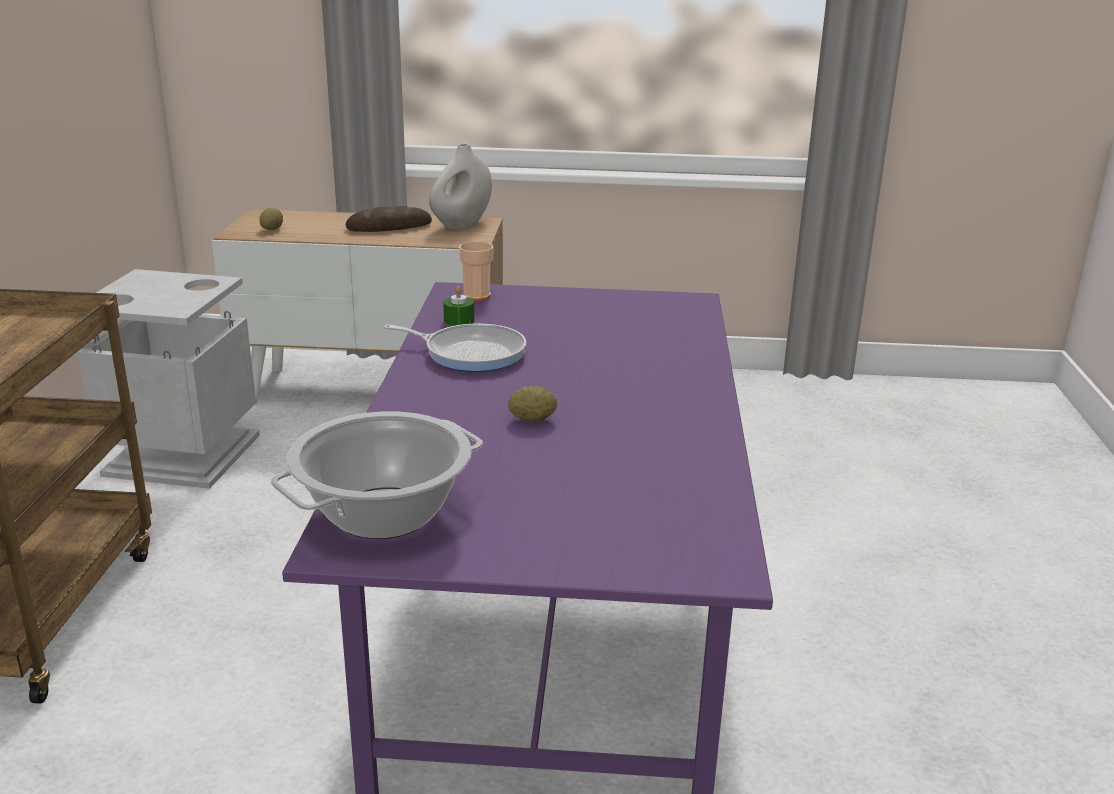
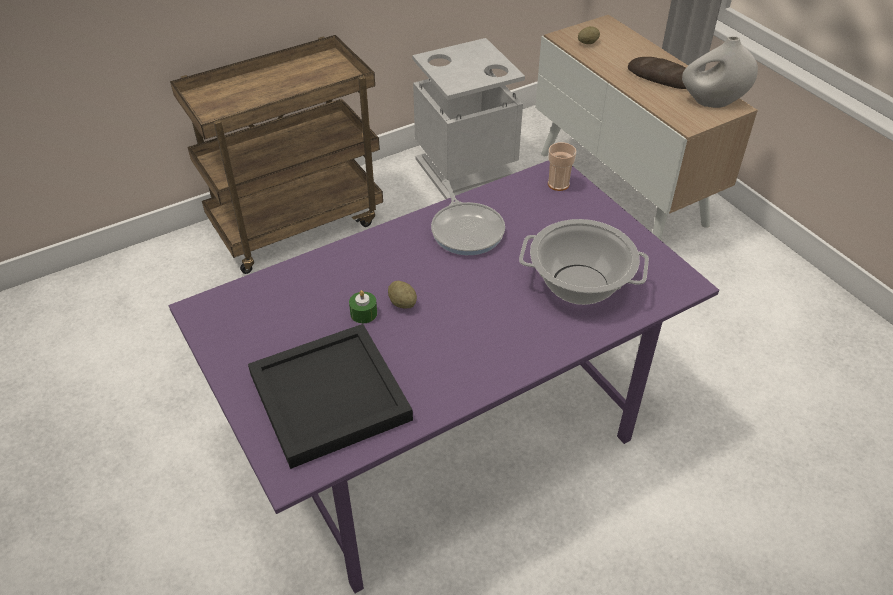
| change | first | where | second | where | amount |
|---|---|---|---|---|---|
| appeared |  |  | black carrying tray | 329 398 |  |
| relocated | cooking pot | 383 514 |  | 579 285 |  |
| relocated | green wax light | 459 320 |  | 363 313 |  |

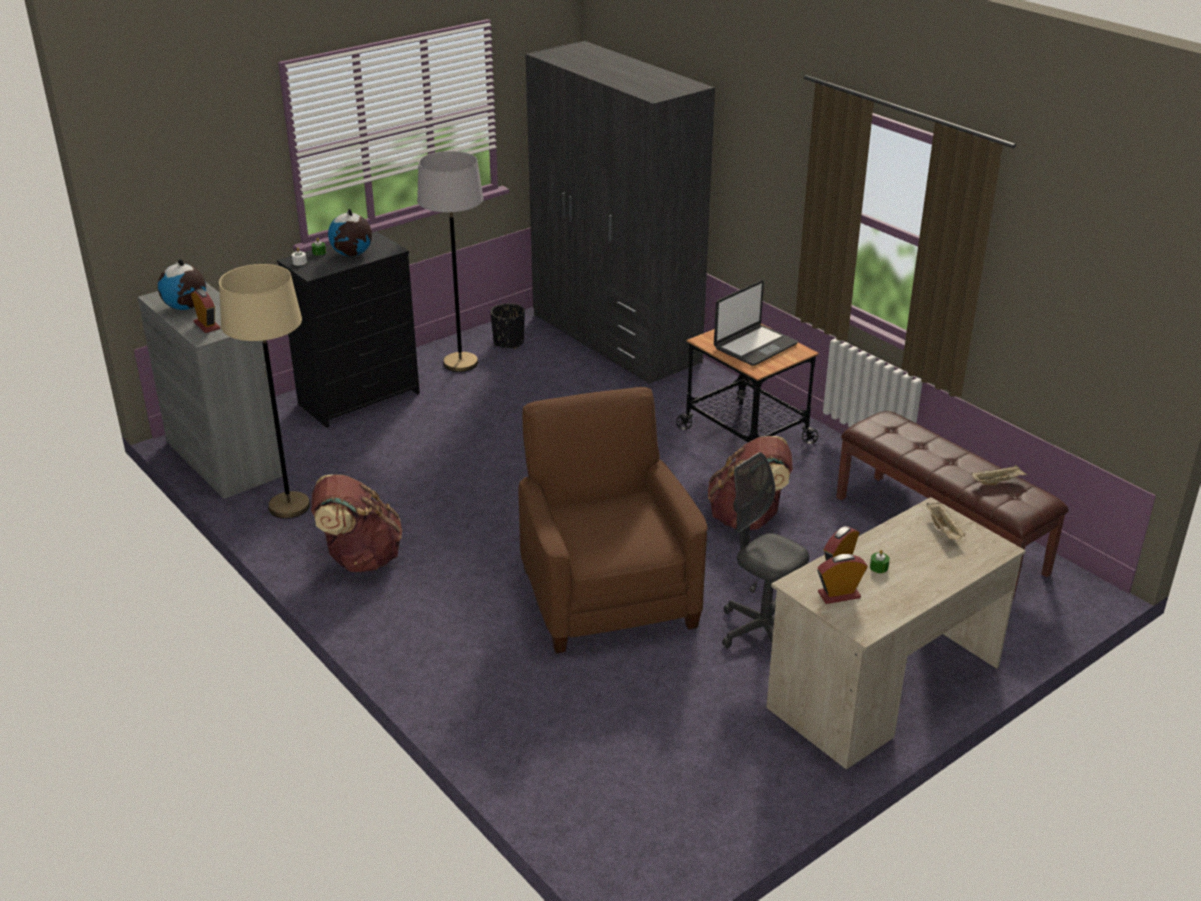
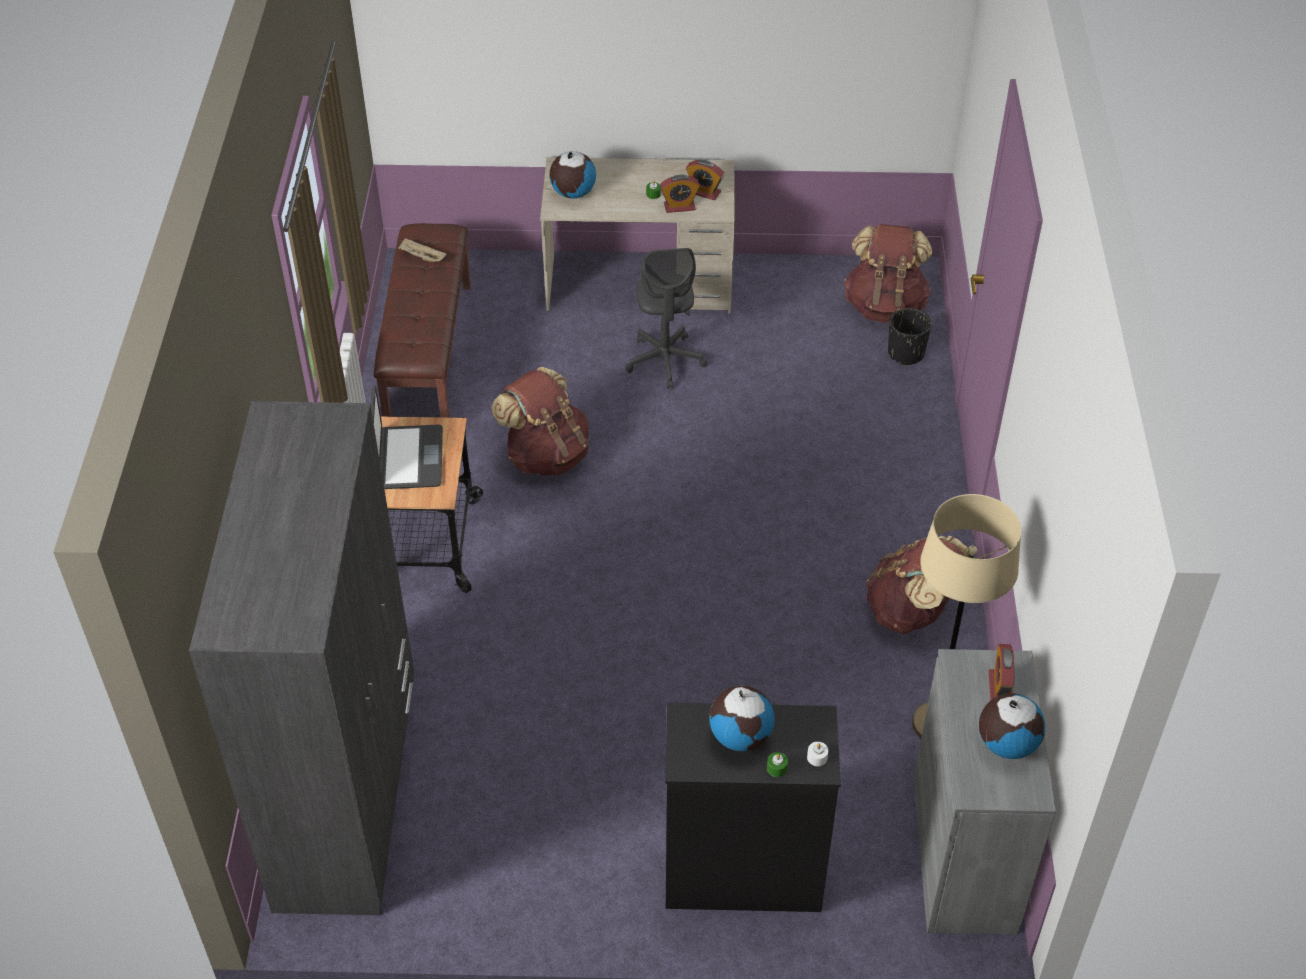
| change | first | where | second | where | amount |
|---|---|---|---|---|---|
| missing | grey standing lamp | 460 363 |  |  |  |
| missing | brown-coloured easy chair | 607 595 |  |  |  |
| appeared |  |  | brown-coloured rucksack | 885 306 |  |
| relocated | black plant pot | 508 342 |  | 906 353 |  |
| exchanged | beige-coloured carrying tray | 944 530 | globe | 572 193 |  |
| spun | laptop | 754 346 |  | 408 458 | 90 degrees clockwise |

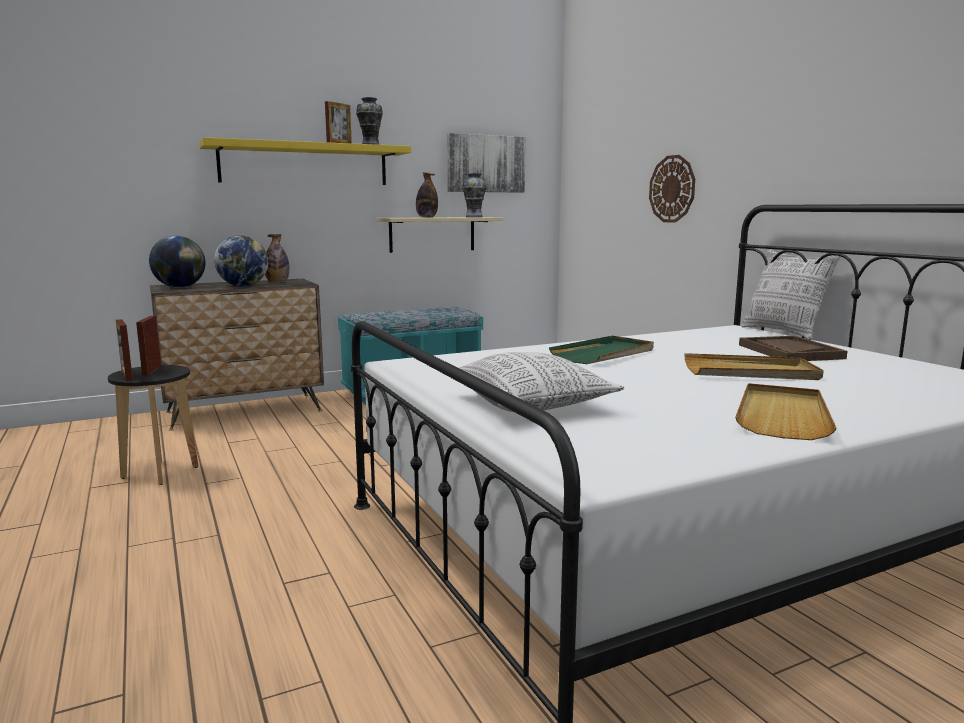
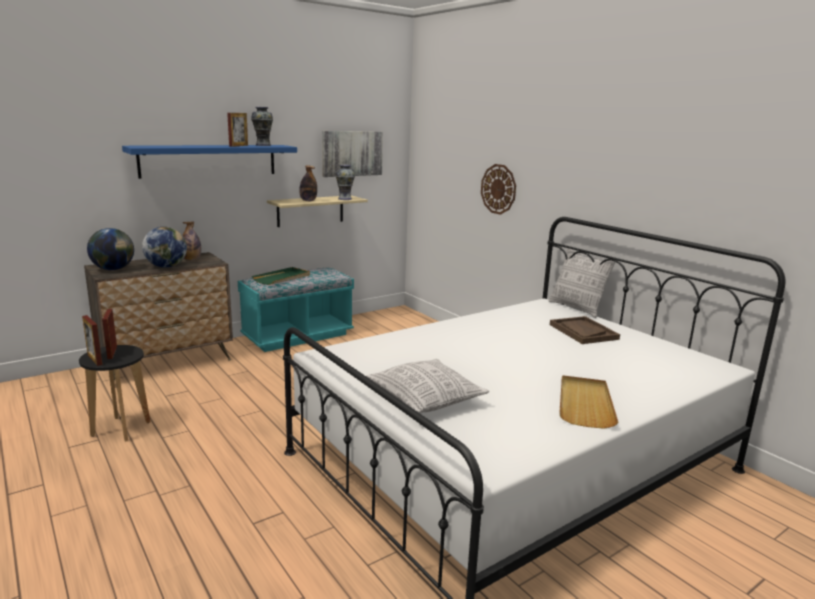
| change | first | where | second | where | amount |
|---|---|---|---|---|---|
| missing | beige-coloured carrying tray | 750 372 |  |  |  |
| relocated | green carrying tray | 604 354 |  | 282 278 |  |
| colour | yellow-coloured wall shelf | 305 164 | bluish wall shelf | 209 160 |  |

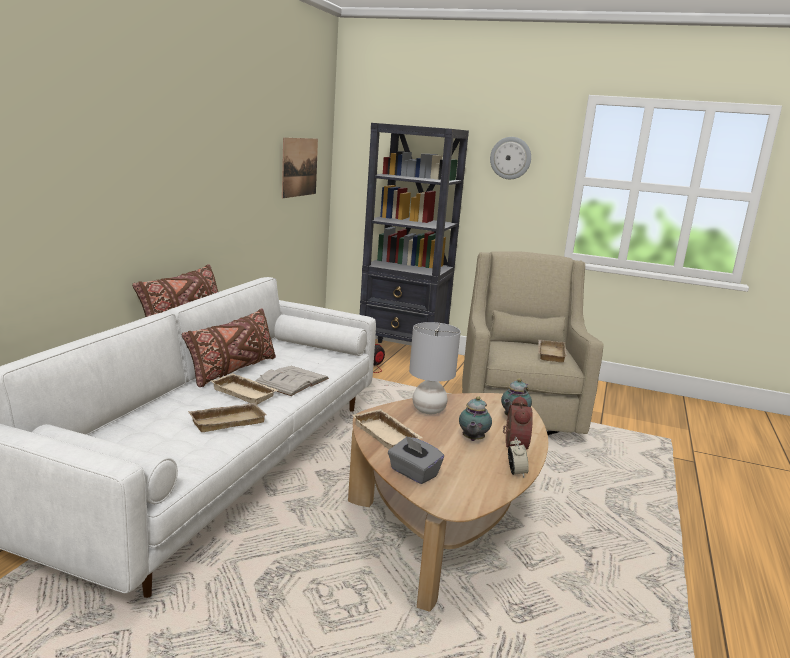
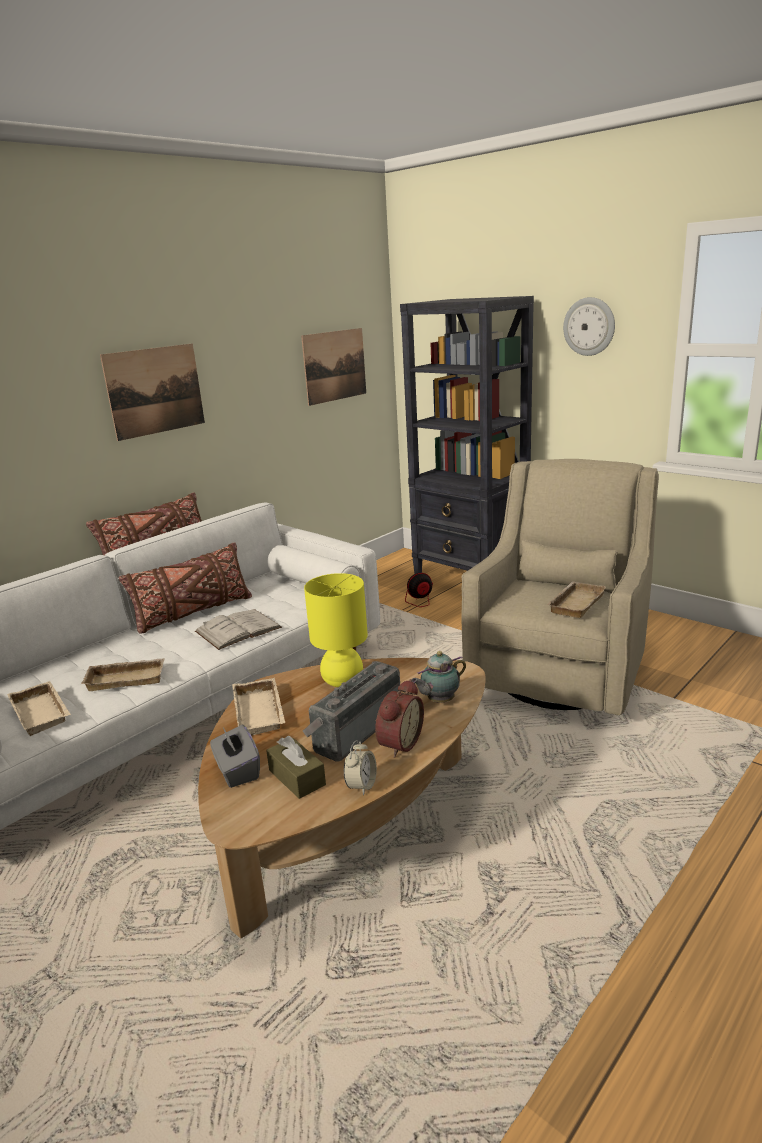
| change | first | where | second | where | amount |
|---|---|---|---|---|---|
| appeared |  |  | wall art | 155 391 |  |
| appeared |  |  | brown-coloured tissue holder | 297 777 |  |
| relocated | beige-coloured carrying tray | 246 393 |  | 43 713 |  |
| exchanged | pot for tea | 472 440 | radio | 354 729 |  |
| colour | grey lamp for a table | 428 410 | yellow-coloured lamp for a table | 342 680 |  |

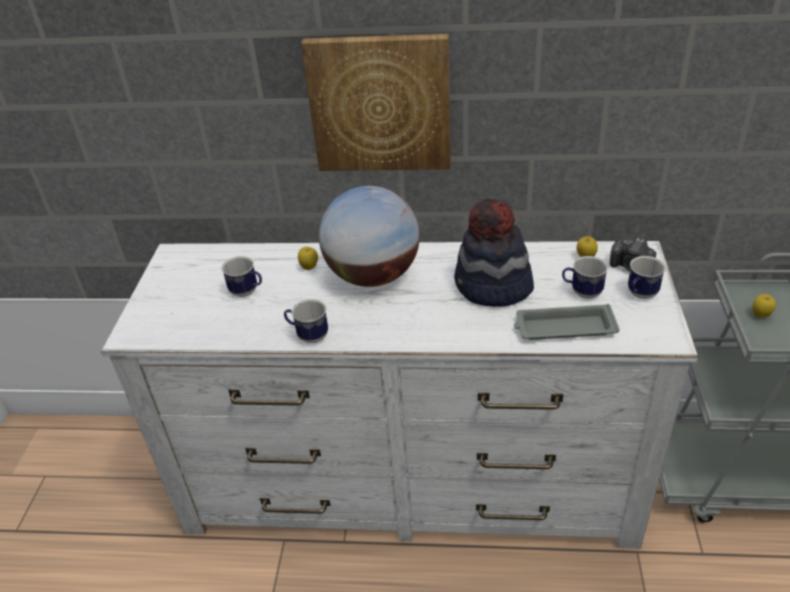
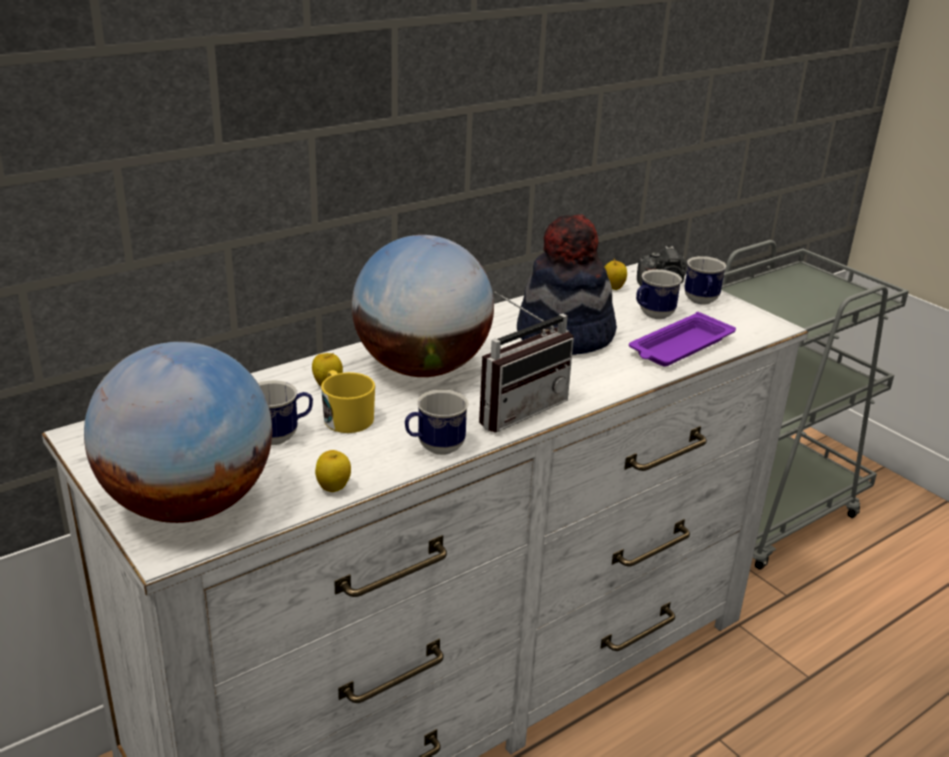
| change | first | where | second | where | amount |
|---|---|---|---|---|---|
| missing | wall art | 380 103 |  |  |  |
| appeared |  |  | globe | 188 505 |  |
| appeared |  |  | yellow-coloured tea mug | 345 417 |  |
| appeared |  |  | radio | 516 408 |  |
| relocated | apple fruit | 760 315 |  | 333 488 |  |
| colour | grey carrying tray | 563 328 | purple-coloured carrying tray | 679 347 |  |

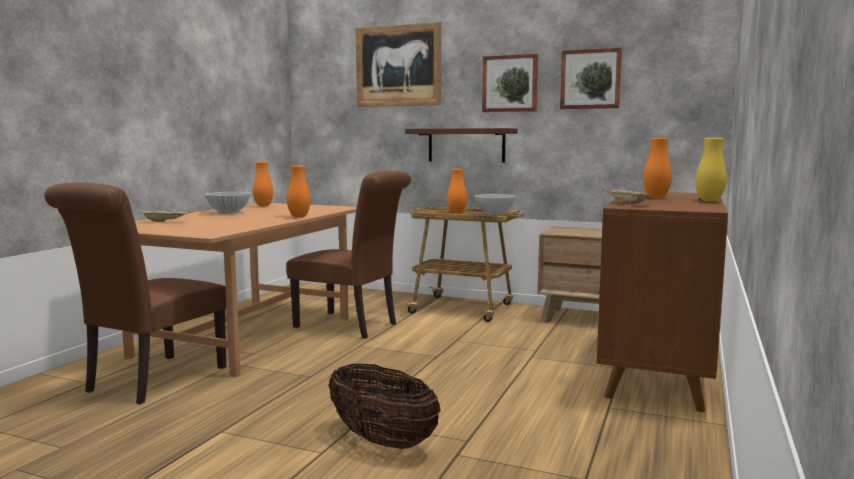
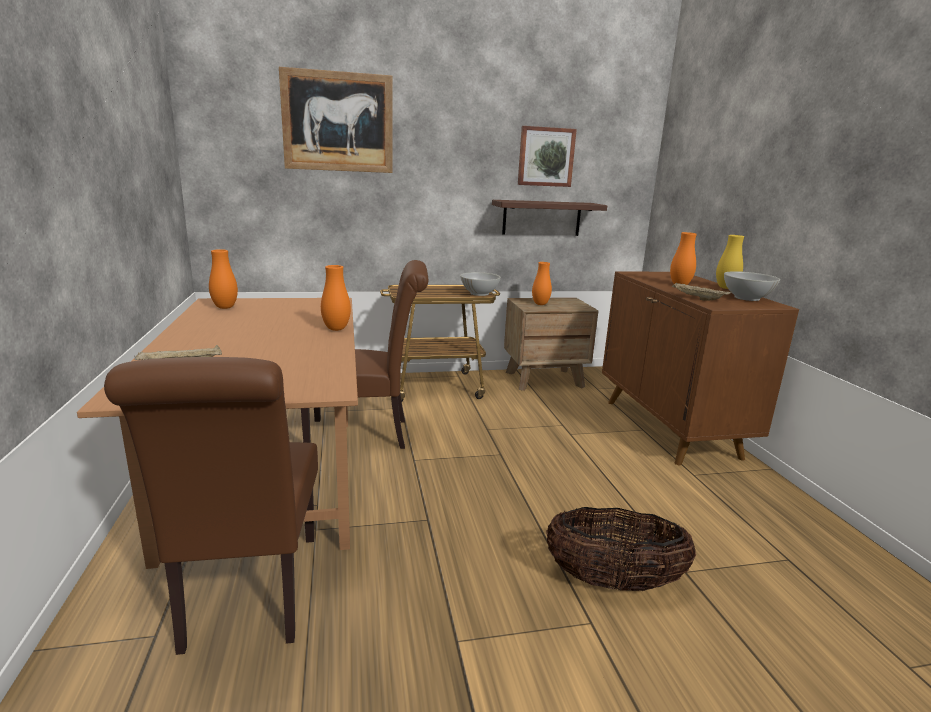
| change | first | where | second | where | amount |
|---|---|---|---|---|---|
| missing | wall art | 510 83 |  |  |  |
| relocated | white bowl | 228 212 |  | 746 298 |  |
| relocated | wall shelf | 466 145 |  | 541 218 |  |
| relocated | orange vase | 457 213 |  | 540 304 |  |

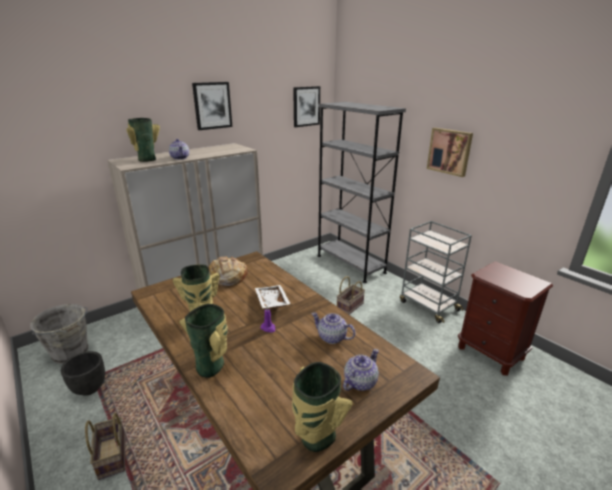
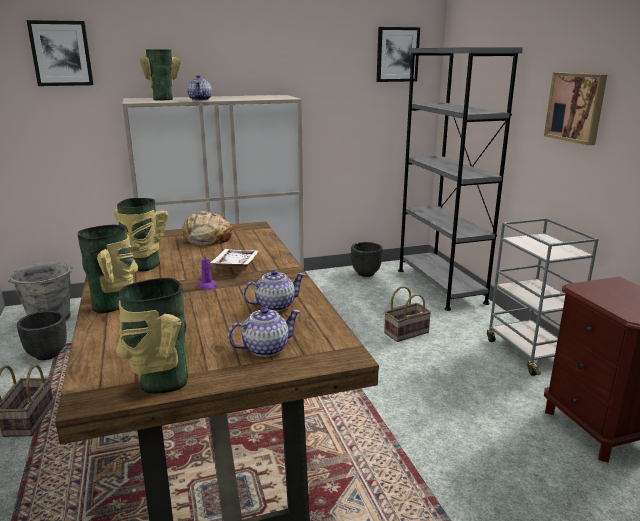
| change | first | where | second | where | amount |
|---|---|---|---|---|---|
| appeared |  |  | black plant pot | 366 273 |  |
| relocated | wall art | 212 105 |  | 61 53 |  |
| spun | pot for tea | 332 337 |  | 274 306 | 105 degrees clockwise |

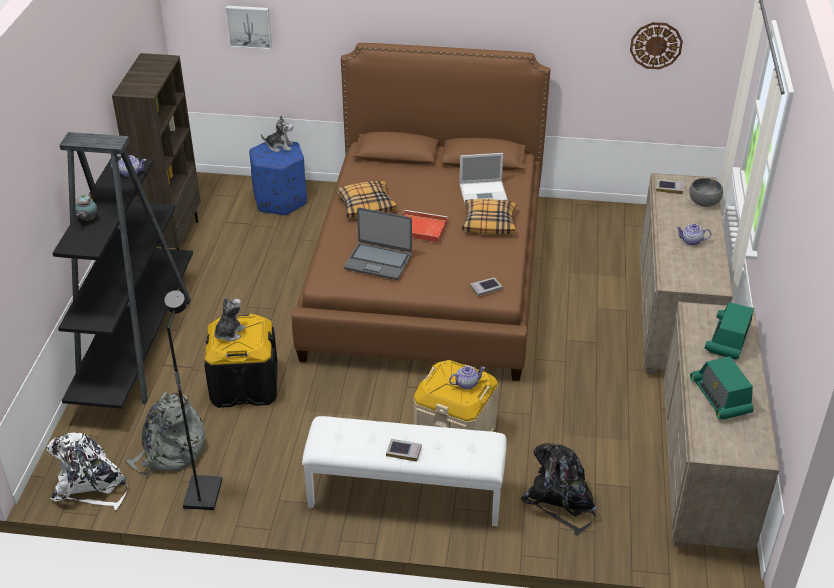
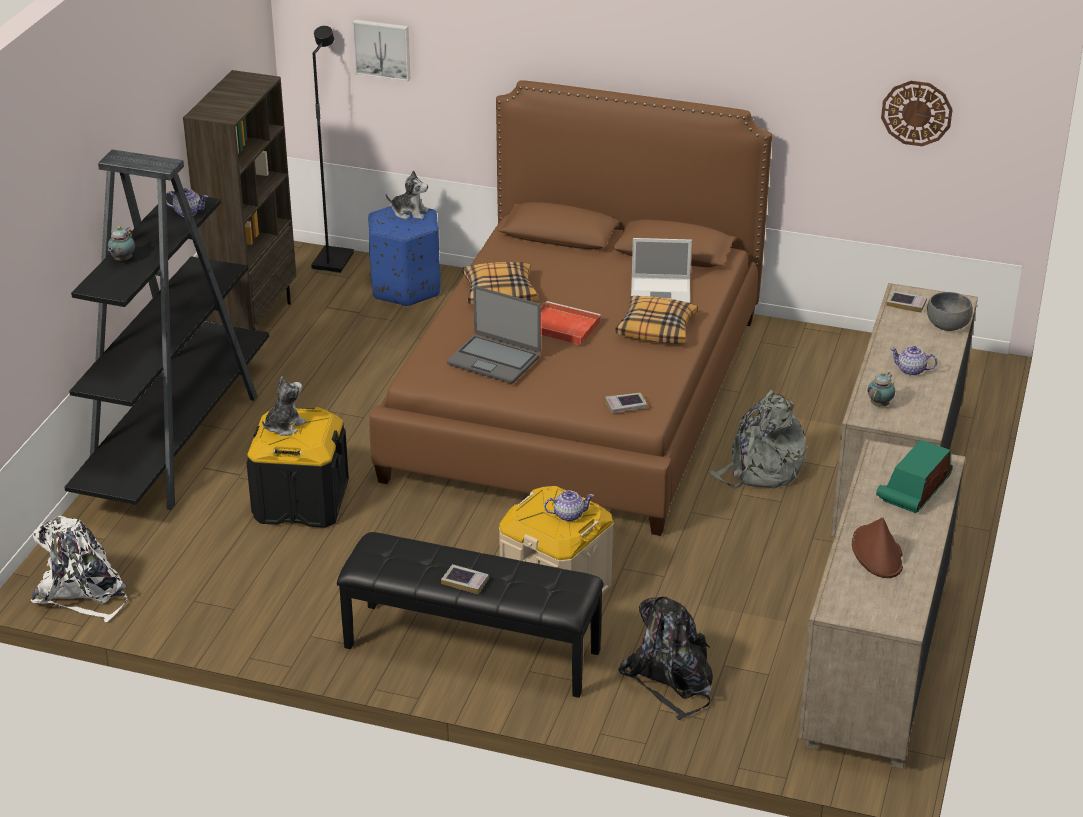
| change | first | where | second | where | amount |
|---|---|---|---|---|---|
| appeared |  |  | pot for tea | 880 404 |  |
| relocated | grey rucksack | 170 452 |  | 760 469 |  |
| relocated | black standing lamp | 202 494 |  | 332 261 |  |
| exchanged | radio | 720 397 | brown-coloured wearable hat | 877 553 |  |
| colour | white long seat | 405 495 | black long seat | 471 650 |  |

